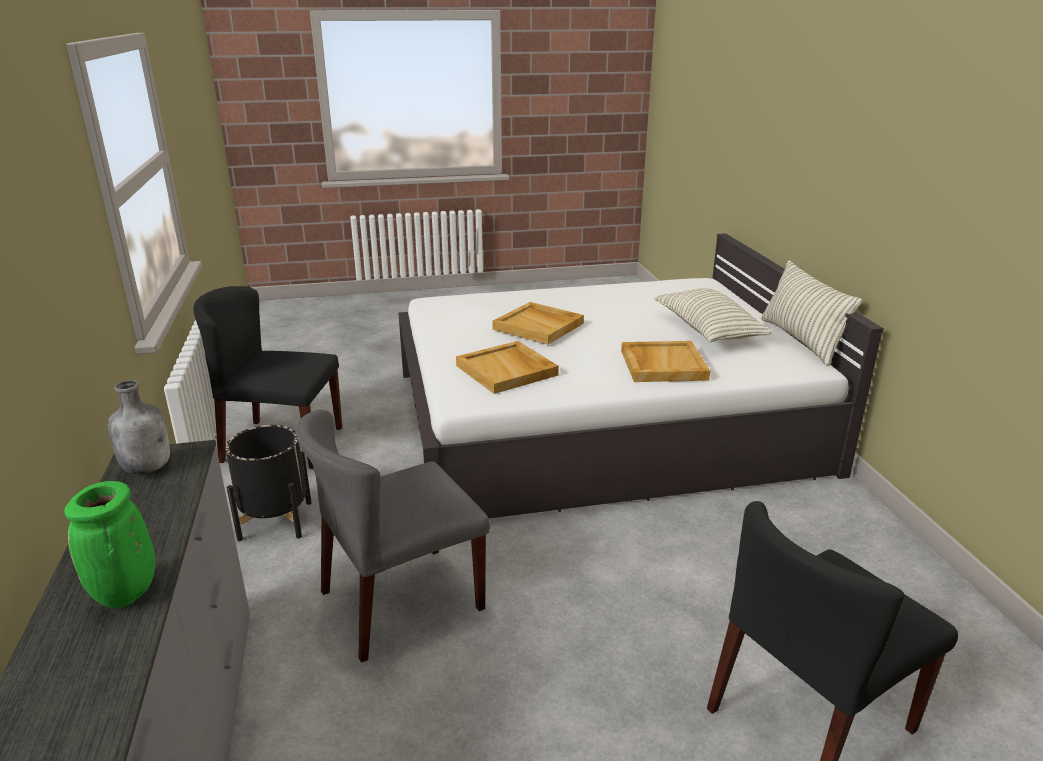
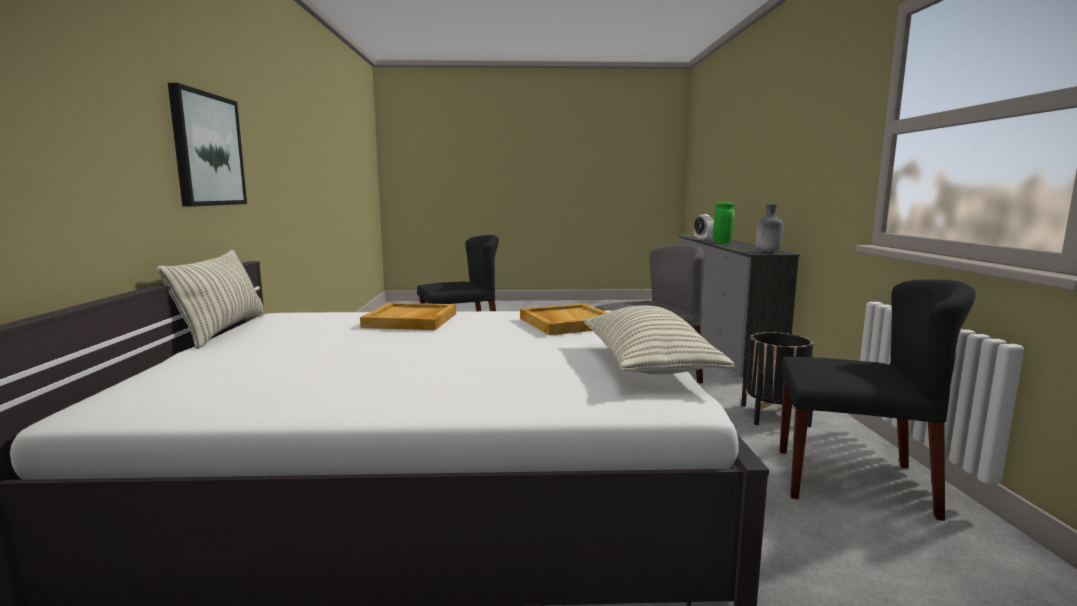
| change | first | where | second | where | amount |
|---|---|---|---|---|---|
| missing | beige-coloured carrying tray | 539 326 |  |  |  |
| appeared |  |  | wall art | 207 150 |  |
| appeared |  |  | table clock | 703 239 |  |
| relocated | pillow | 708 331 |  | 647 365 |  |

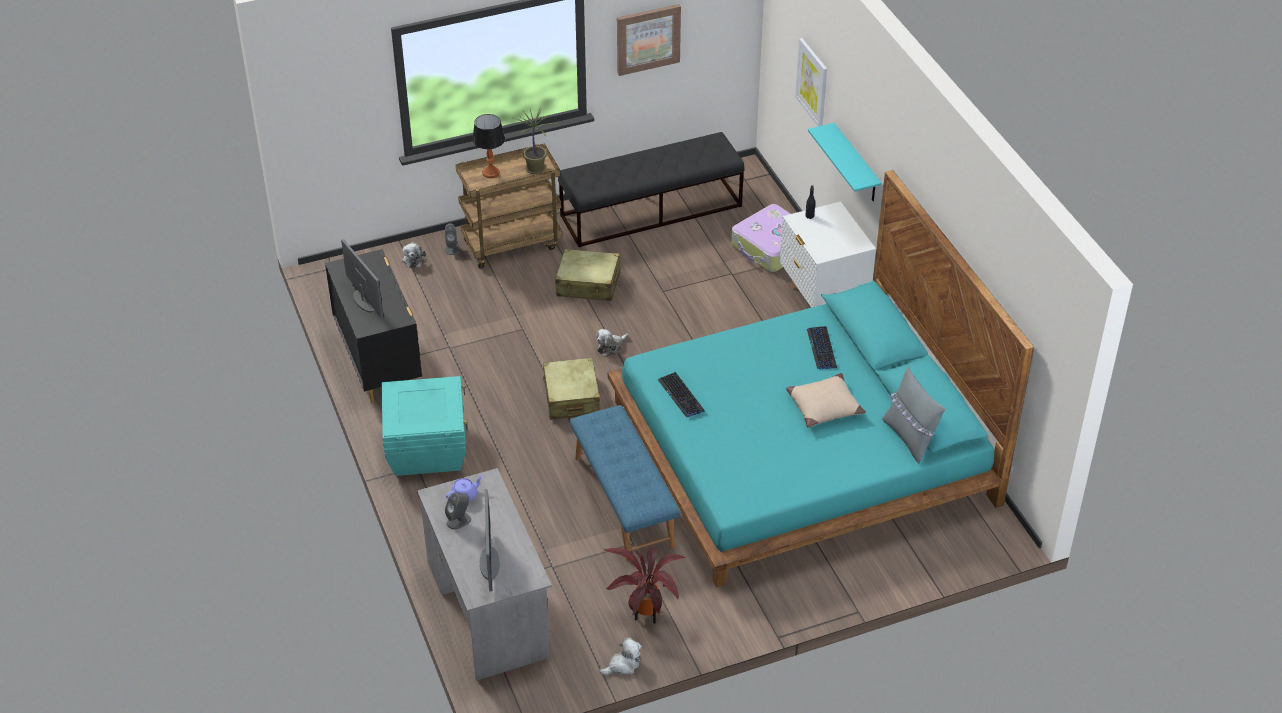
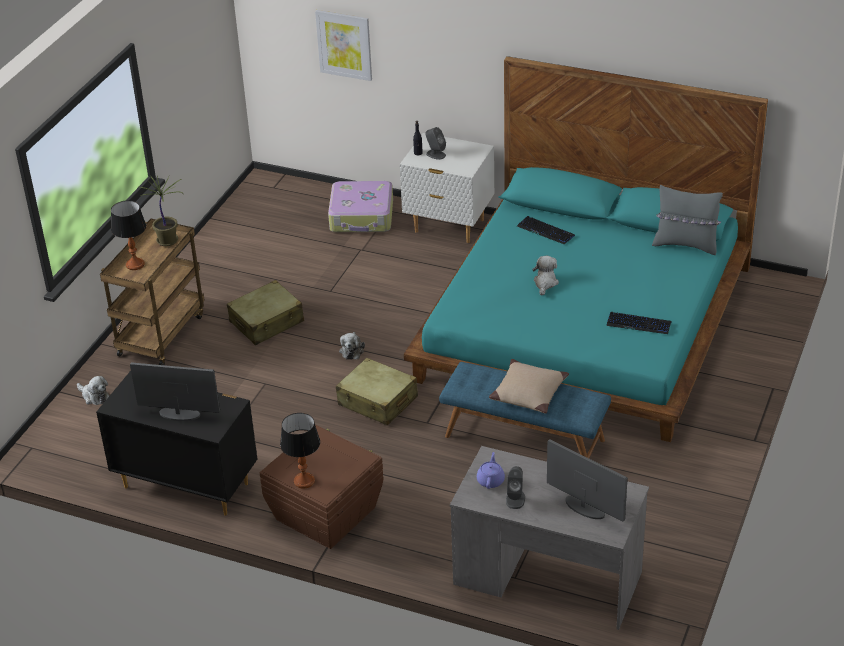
| change | first | where | second | where | amount |
|---|---|---|---|---|---|
| missing | black long seat | 651 210 |  |  |  |
| missing | houseplant | 644 615 |  |  |  |
| missing | wall art | 648 38 |  |  |  |
| missing | blue-green wall shelf | 856 164 |  |  |  |
| appeared |  |  | lamp for a table | 304 481 |  |
| relocated | grey loudspeaker | 451 248 |  | 435 154 |  |
| relocated | cuddly toy | 623 665 |  | 545 283 |  |
| relocated | keyboard | 681 395 |  | 638 324 |  |
| relocated | beige-coloured pillow | 824 406 |  | 528 393 |  |
| colour | blue-green storage box | 427 449 | brown-coloured storage box | 325 512 |  |

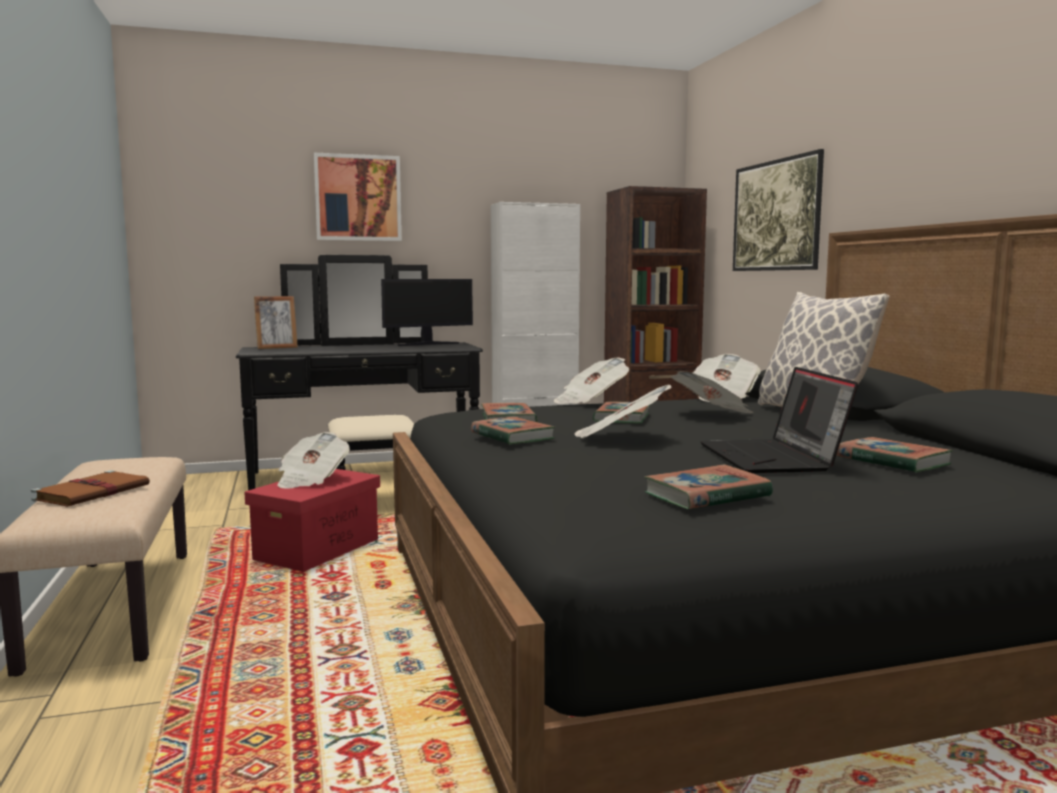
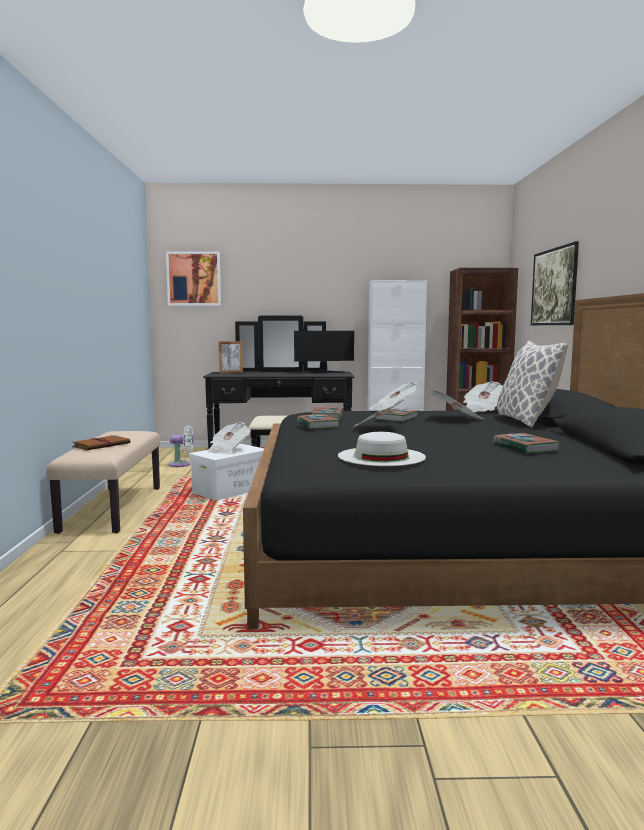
| change | first | where | second | where | amount |
|---|---|---|---|---|---|
| missing | laptop | 773 458 |  |  |  |
| appeared |  |  | white fan | 182 464 |  |
| relocated | wall art | 358 198 |  | 194 278 |  |
| exchanged | bound book | 707 495 | white wearable hat | 381 456 |  |
| colour | reddish storage box | 318 549 | white storage box | 230 490 |  |

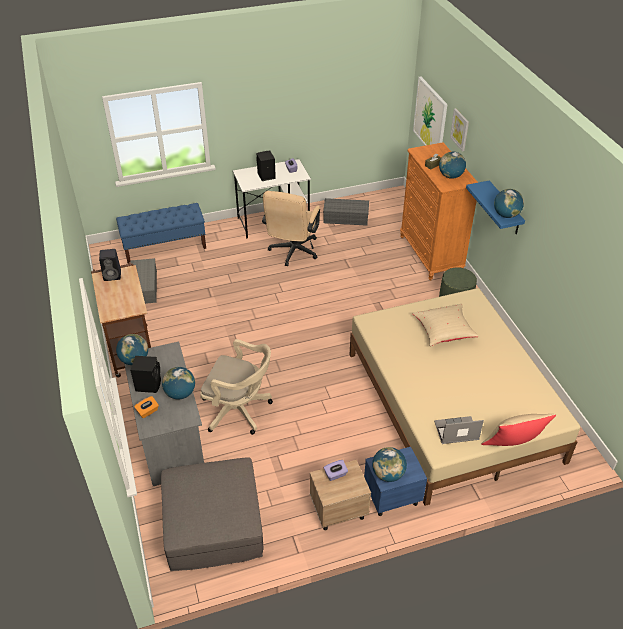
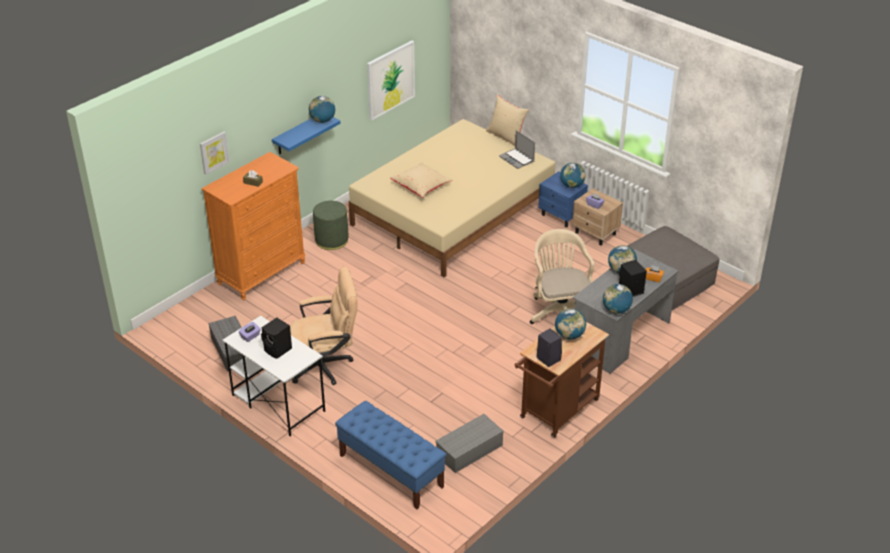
| change | first | where | second | where | amount |
|---|---|---|---|---|---|
| relocated | wall art | 430 118 |  | 390 79 |  |
| relocated | globe | 450 176 |  | 569 335 |  |

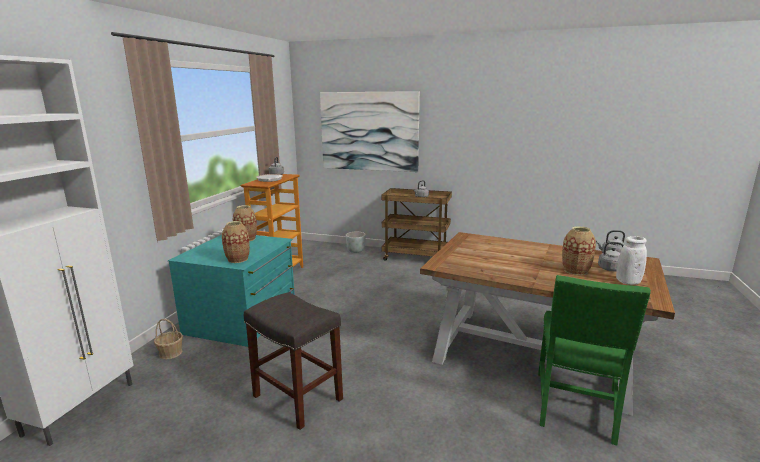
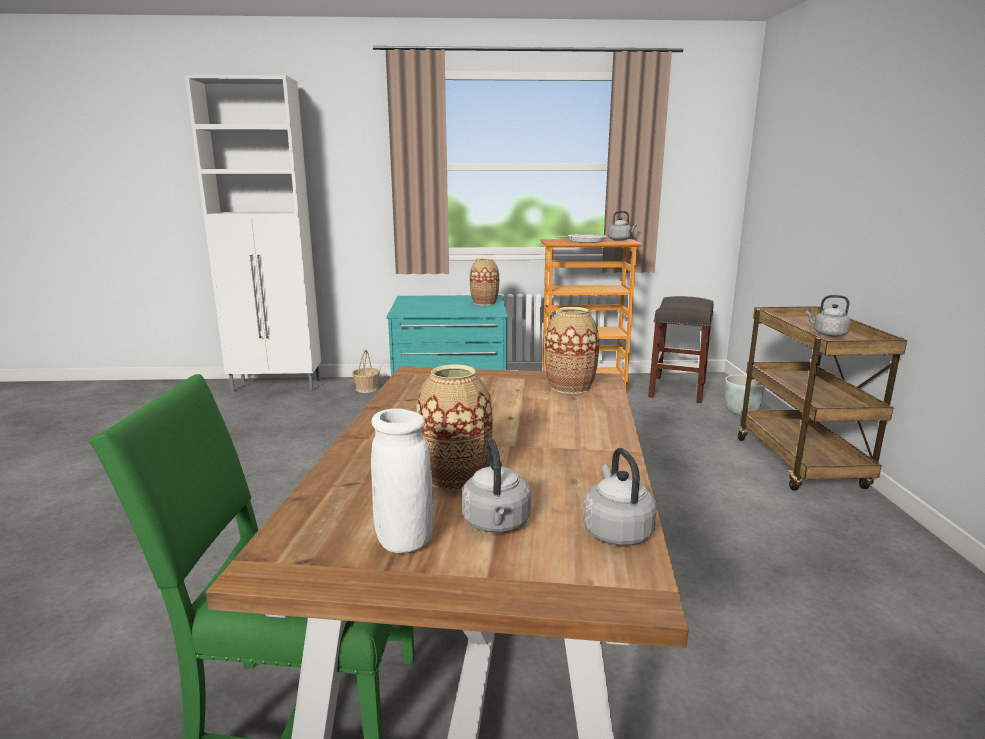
| change | first | where | second | where | amount |
|---|---|---|---|---|---|
| missing | wall art | 369 131 |  |  |  |
| relocated | vase | 238 259 |  | 570 387 |  |
| relocated | grey stool | 296 397 |  | 677 389 |  |

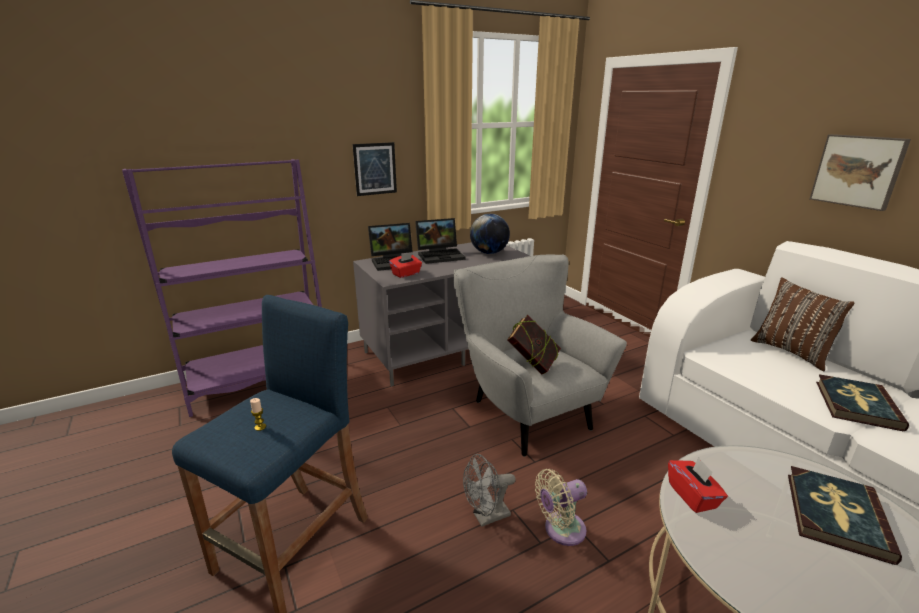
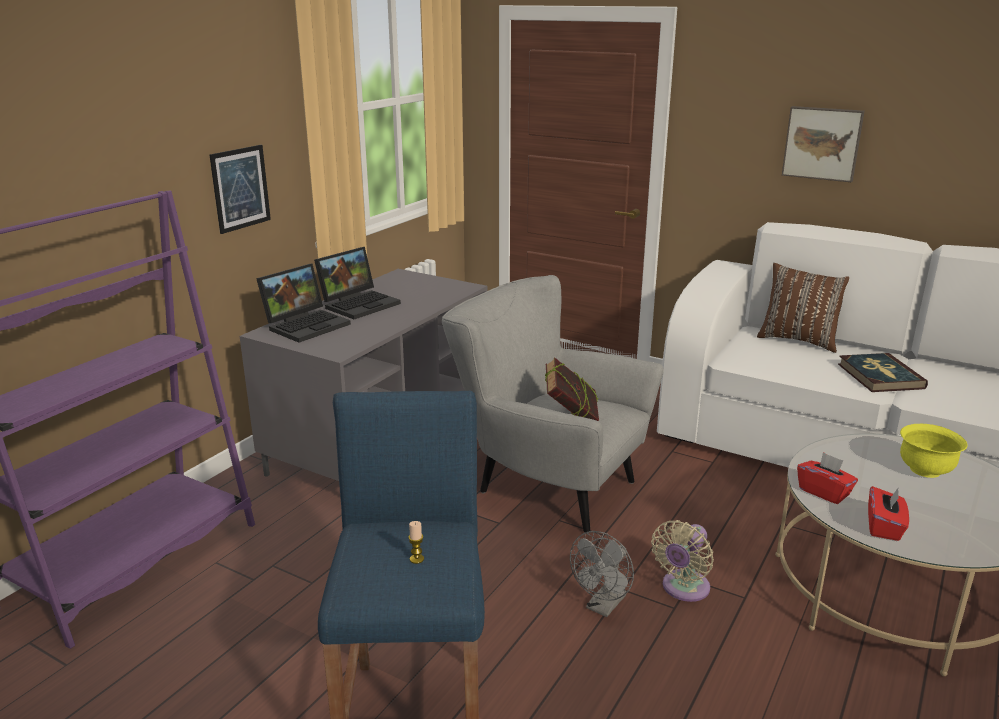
| change | first | where | second | where | amount |
|---|---|---|---|---|---|
| missing | globe | 489 253 |  |  |  |
| relocated | reddish tissue holder | 406 274 |  | 884 527 |  |
| exchanged | bound book | 835 515 | yellow-coloured bowl | 925 470 |  |

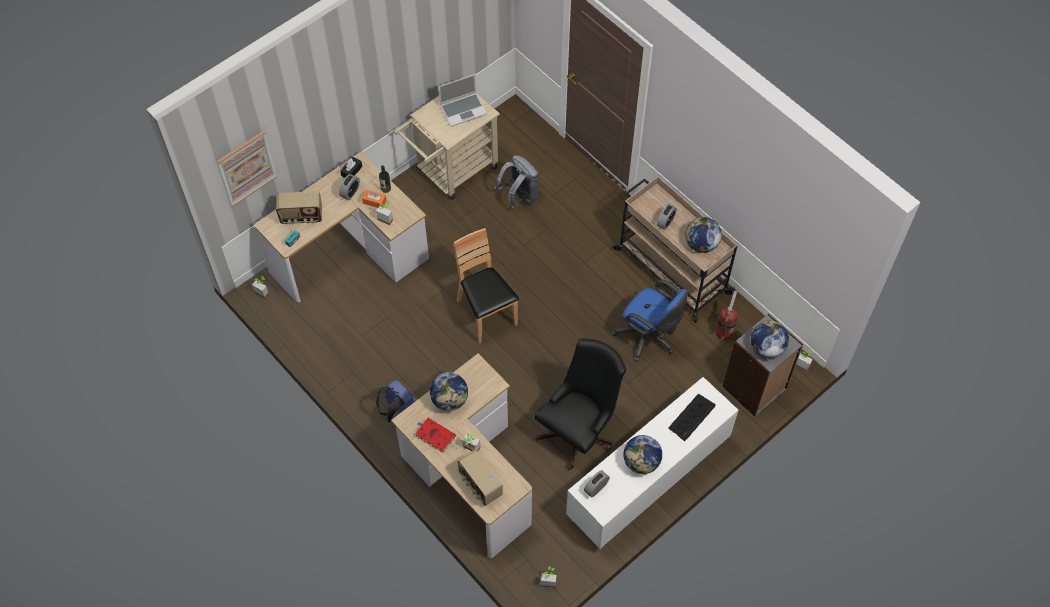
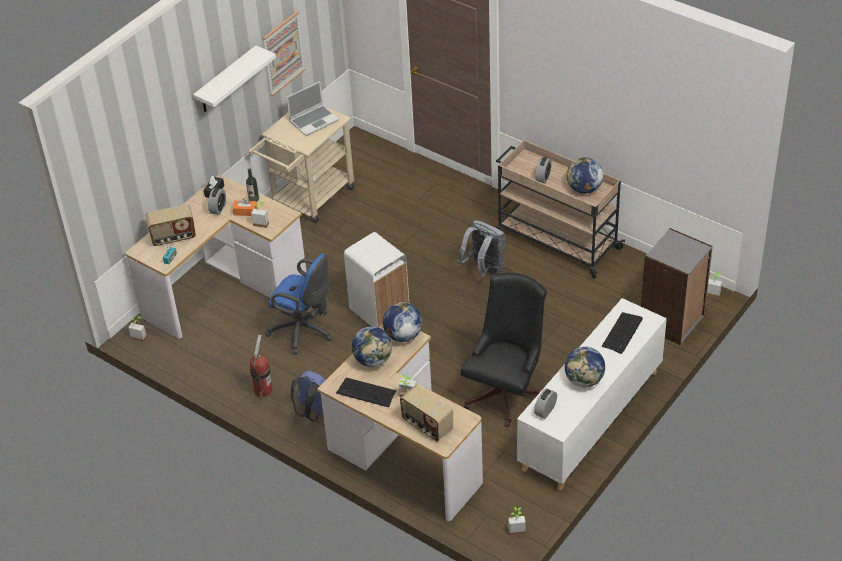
| change | first | where | second | where | amount |
|---|---|---|---|---|---|
| appeared |  |  | white wall shelf | 226 81 |  |
| relocated | wall art | 247 168 |  | 283 53 |  |
| relocated | grey rucksack | 519 197 |  | 484 269 |  |
| relocated | bluish office chair | 648 337 |  | 304 331 |  |
| relocated | extinguisher | 724 333 |  | 263 390 |  |
| relocated | globe | 766 348 |  | 403 335 |  |
| exchanged | reddish bound book | 434 435 | keyboard | 366 393 |  |
| exchanged | brown-coloured upright chair | 486 314 | white waste bin | 380 311 |  |

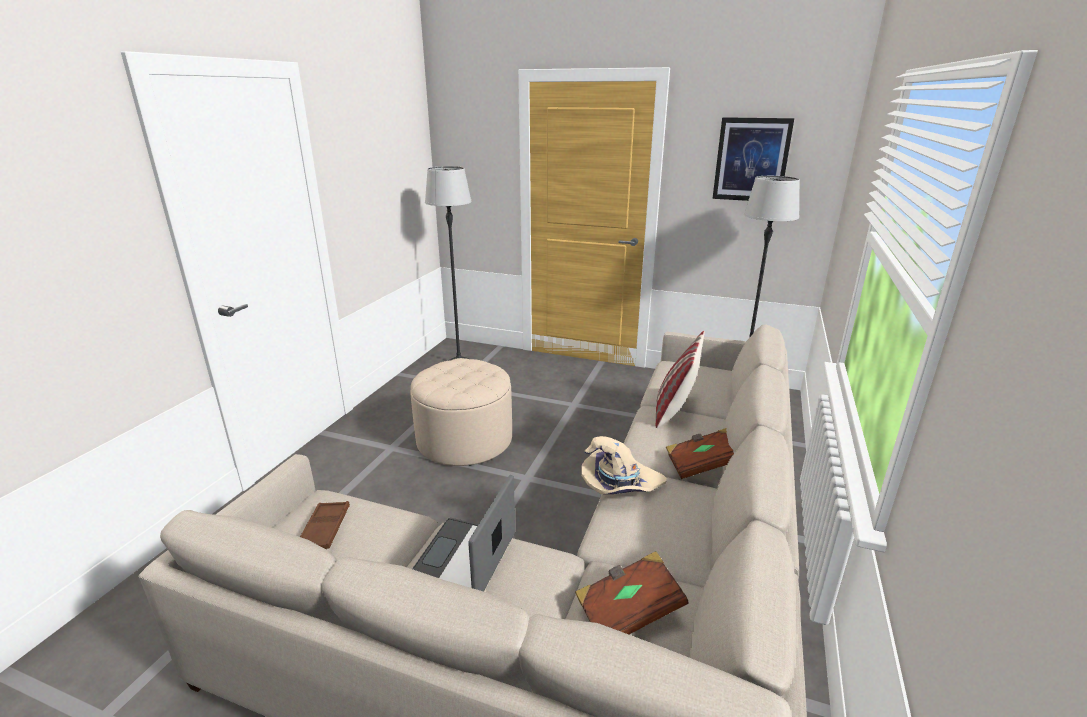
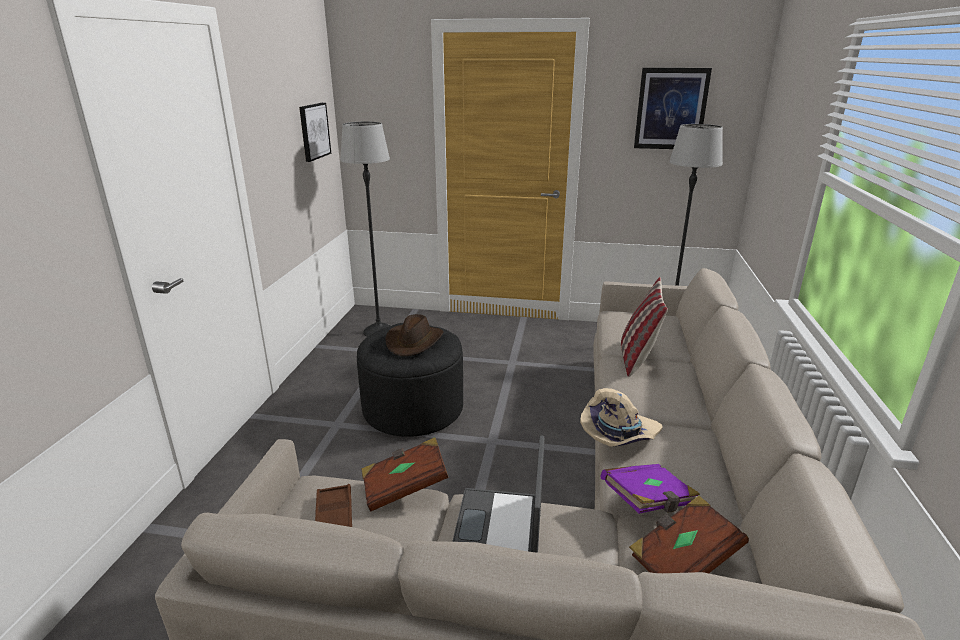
| change | first | where | second | where | amount |
|---|---|---|---|---|---|
| appeared |  |  | wall art | 314 131 |  |
| appeared |  |  | brown-coloured wearable hat | 414 342 |  |
| appeared |  |  | purple-coloured bound book | 648 502 |  |
| relocated | brown-coloured bound book | 703 464 |  | 404 487 |  |
| colour | beige-coloured footrest | 464 440 | black footrest | 413 408 |  |

